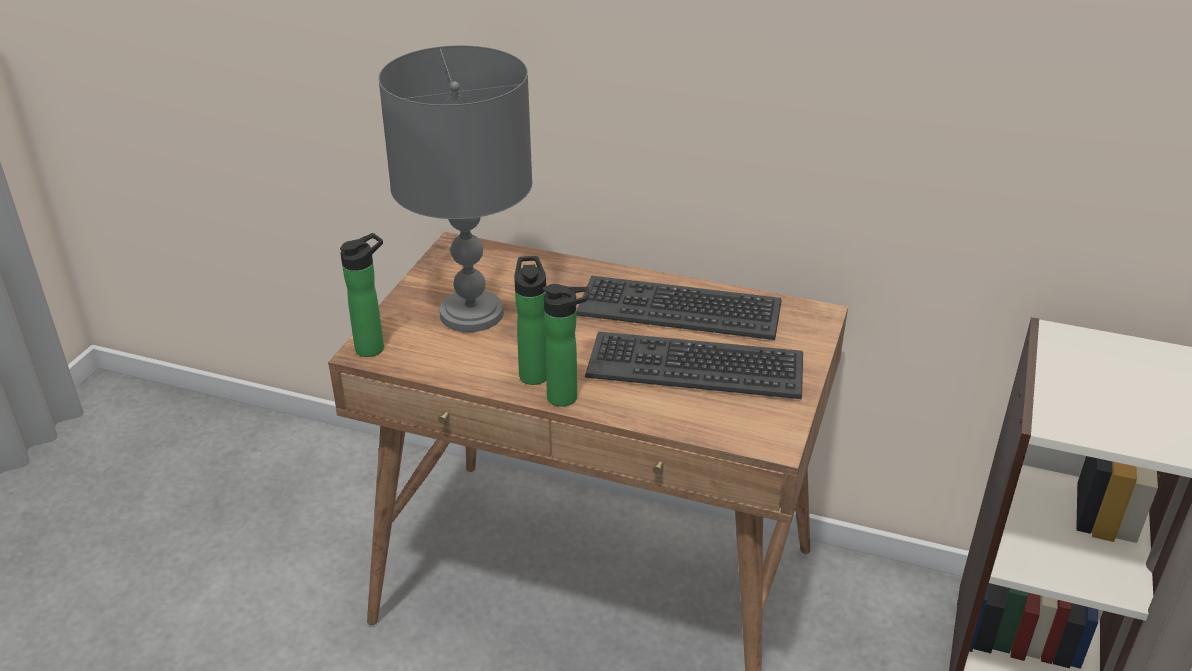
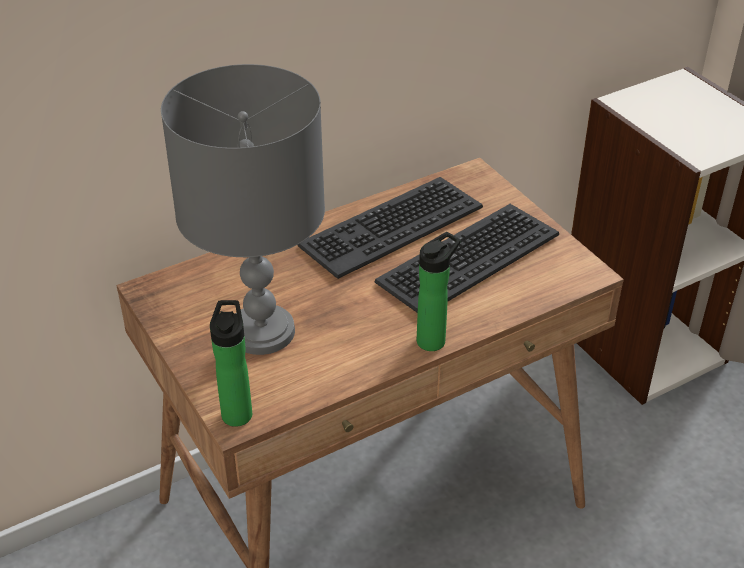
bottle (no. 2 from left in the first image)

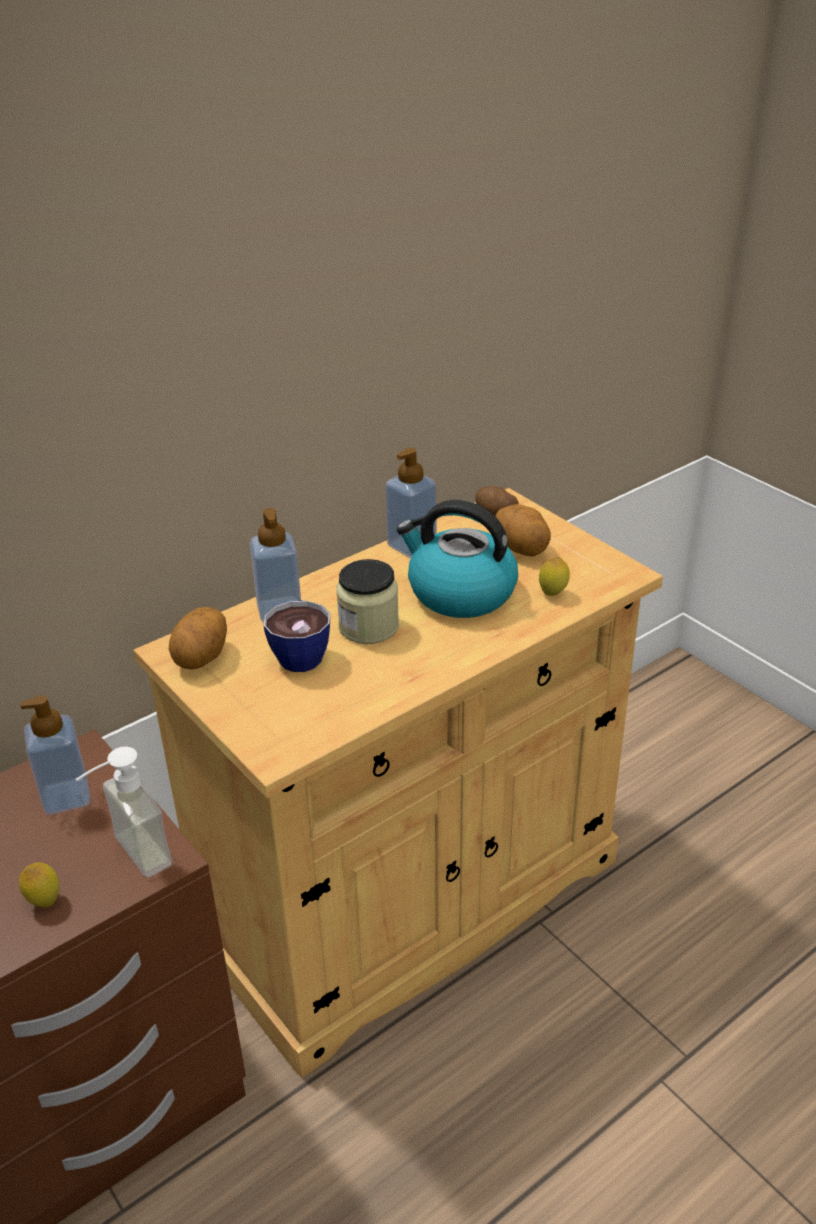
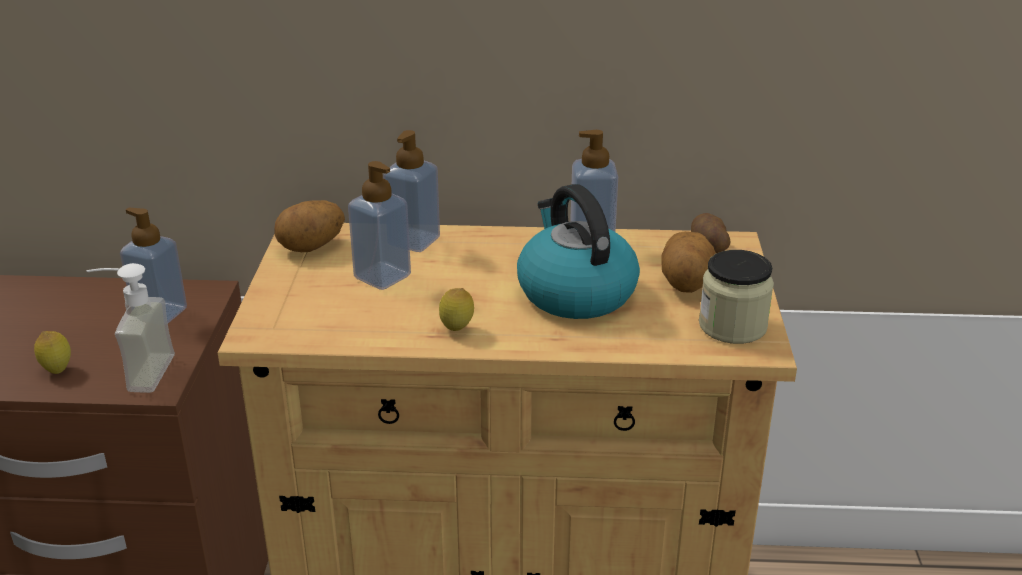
liquid_soap_bottle (no. 3 from left)
jar
whole_lemon (no. 2 from left)

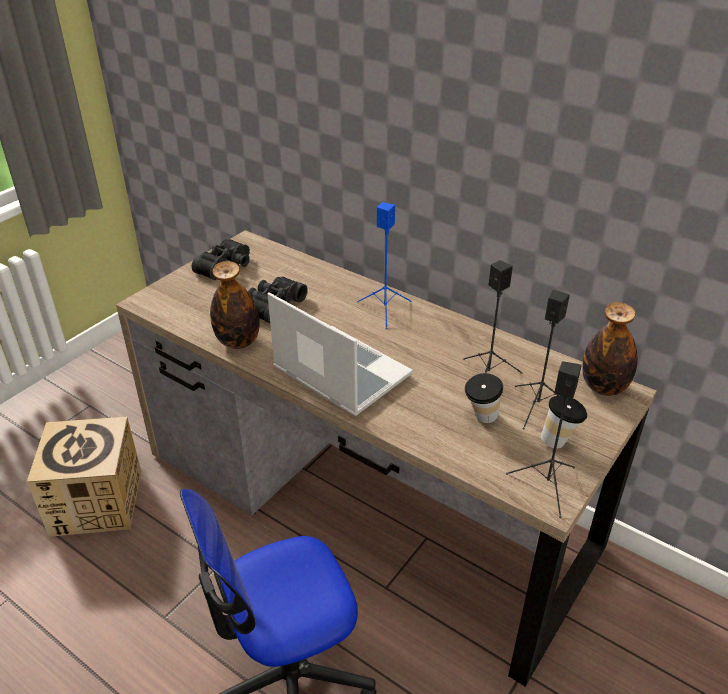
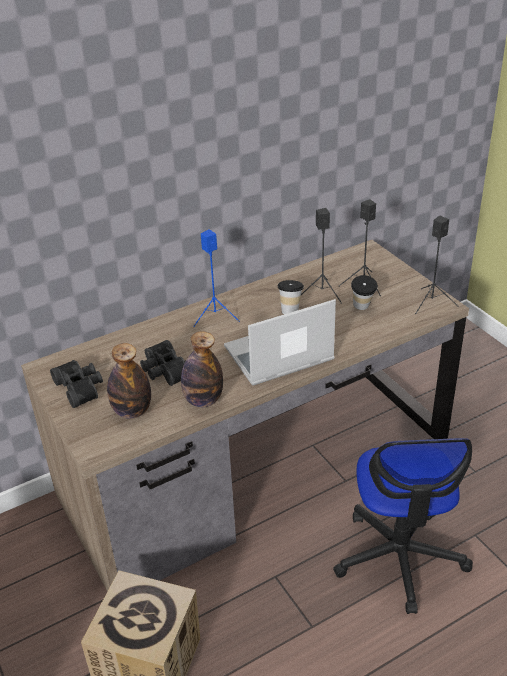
drinking_cup (no. 1 from left)
bottle (no. 1 from left)

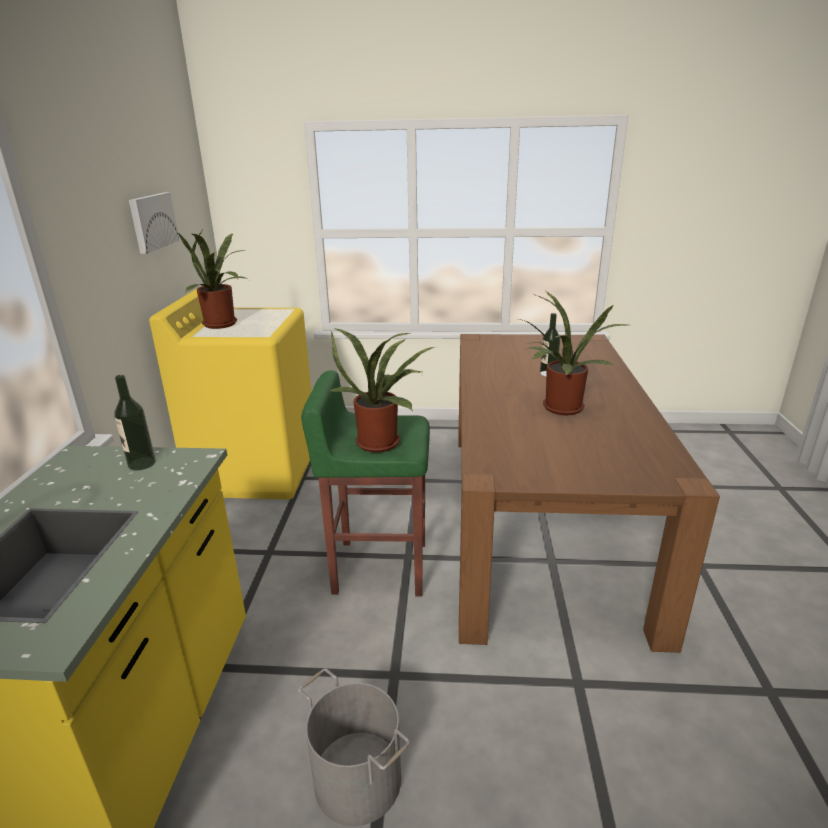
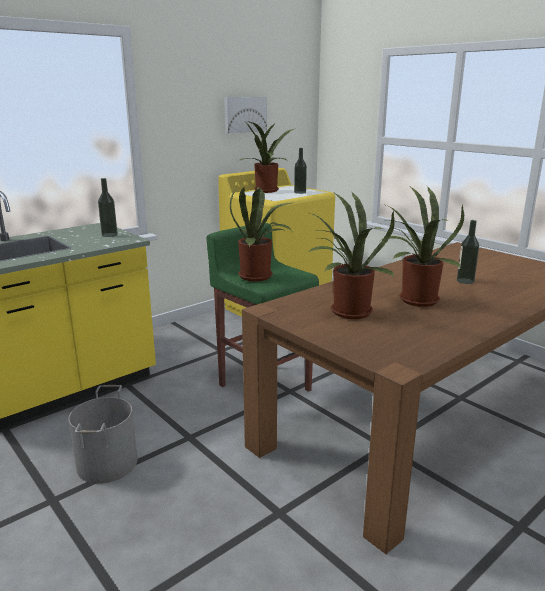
bottle (no. 2 from left)
plant_in_a_pot (no. 3 from left)

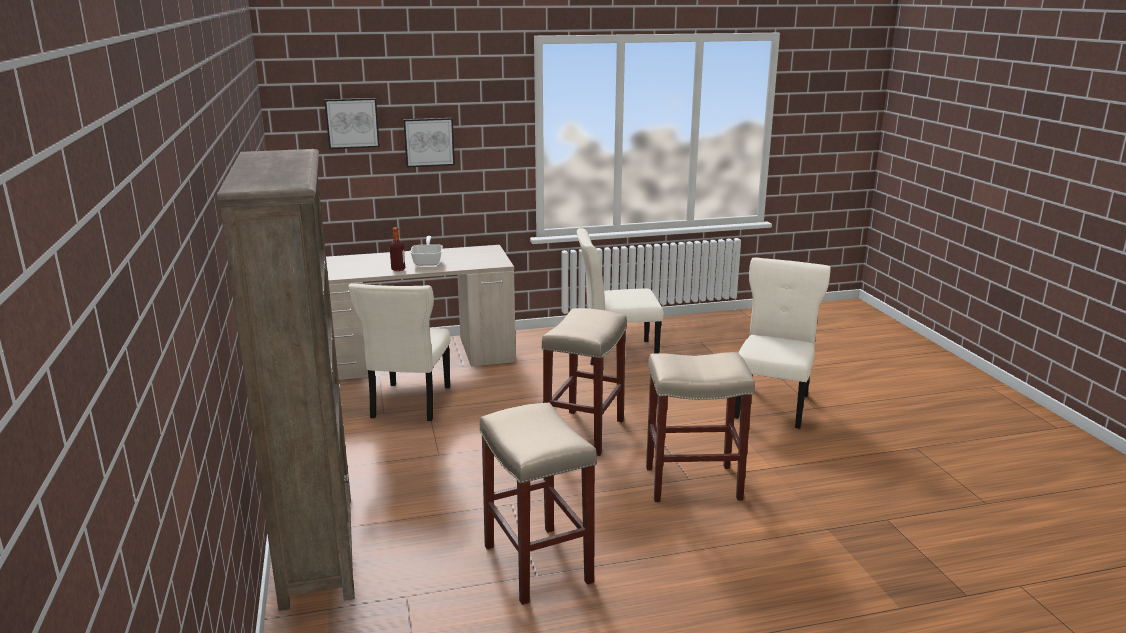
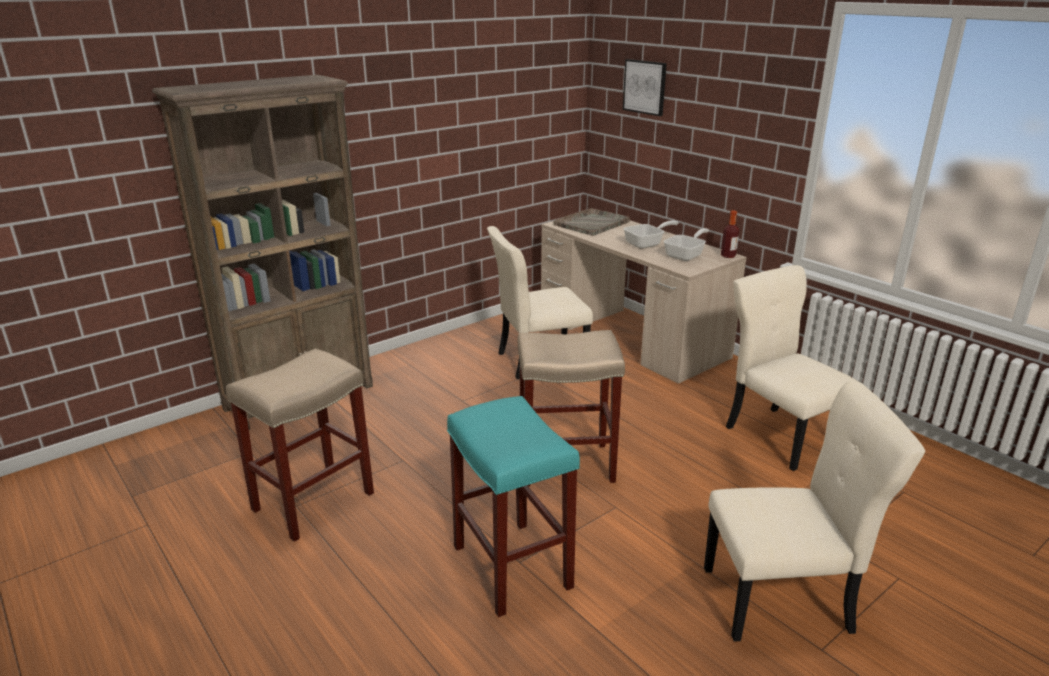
bottle
picture (no. 2 from left in the first image)
blue-green_stool
greyish_serving_tray
frying_pan (no. 2 from left)

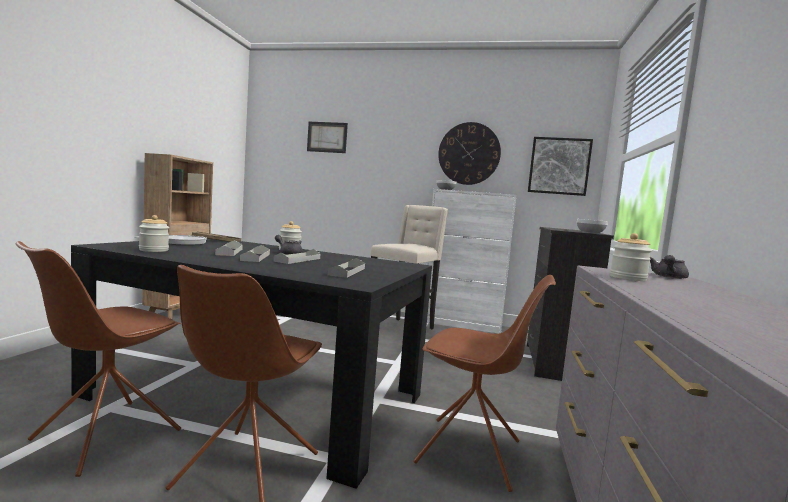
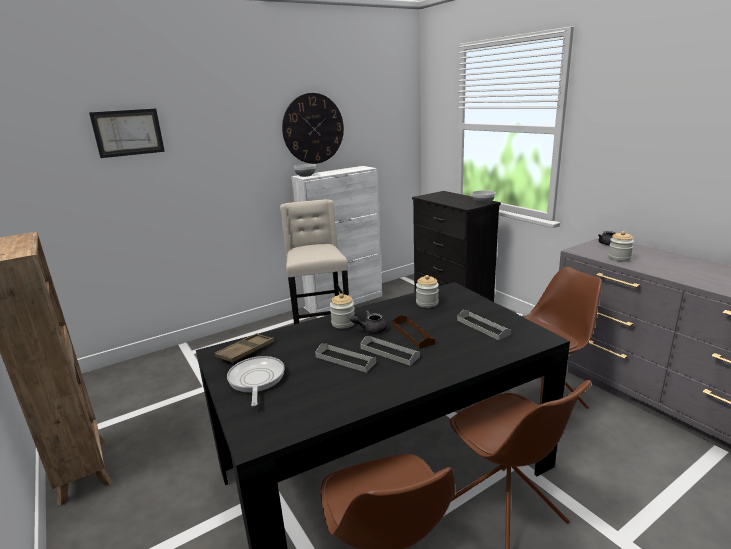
jar (no. 2 from left)
brownish_serving_tray (no. 2 from left)
picture (no. 2 from left in the first image)

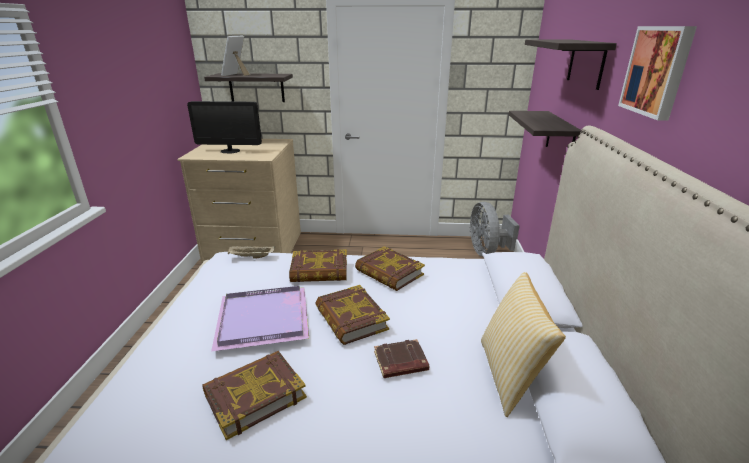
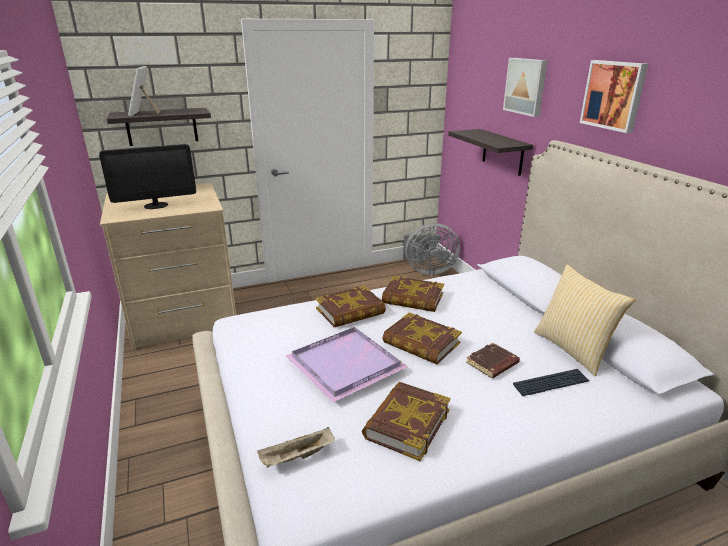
beige_serving_tray
greyish_cooling_fan
picture (no. 1 from left)
keyboard

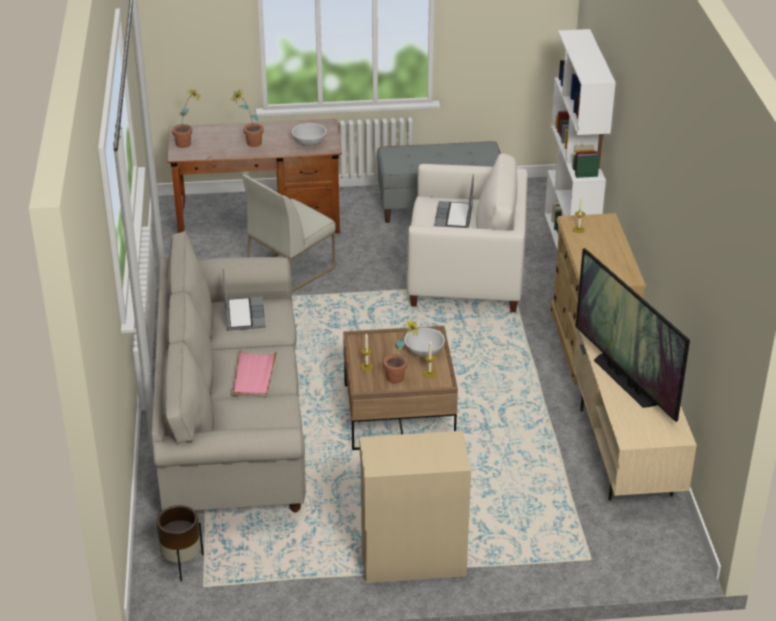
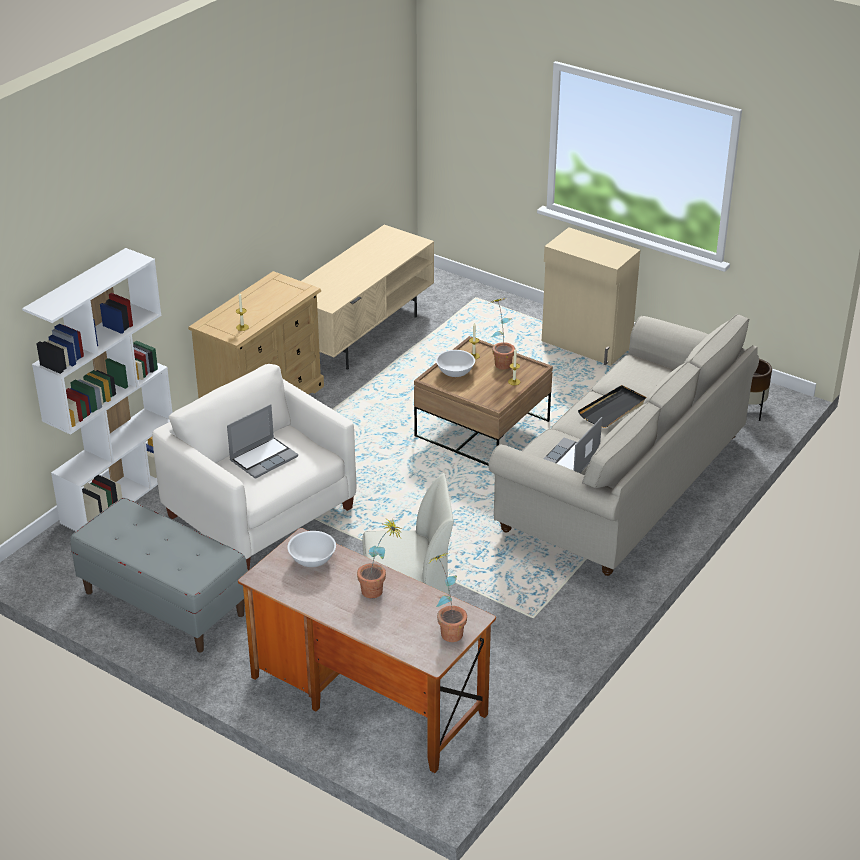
black-coloured_serving_tray
television

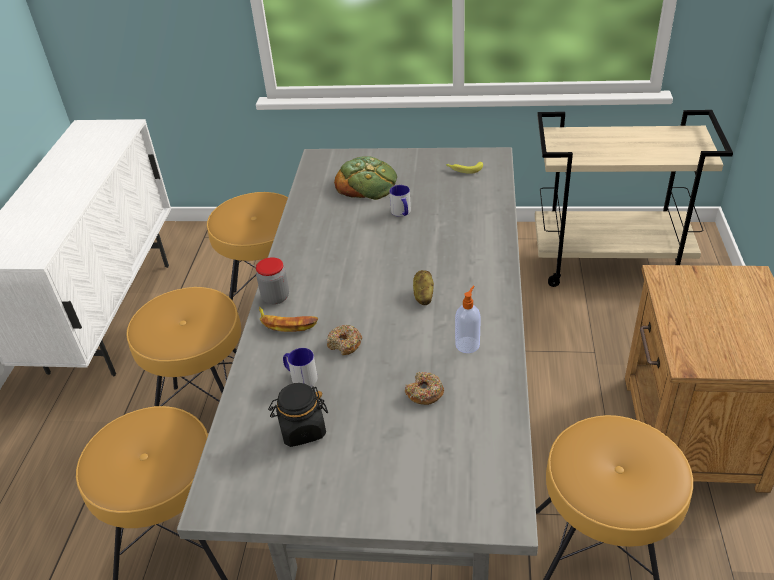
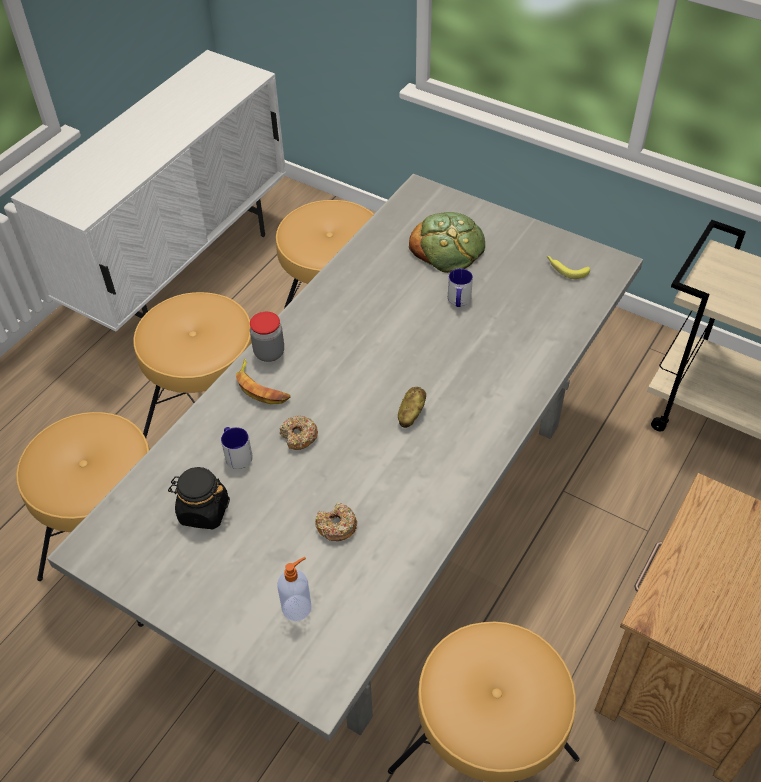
liquid_soap_bottle

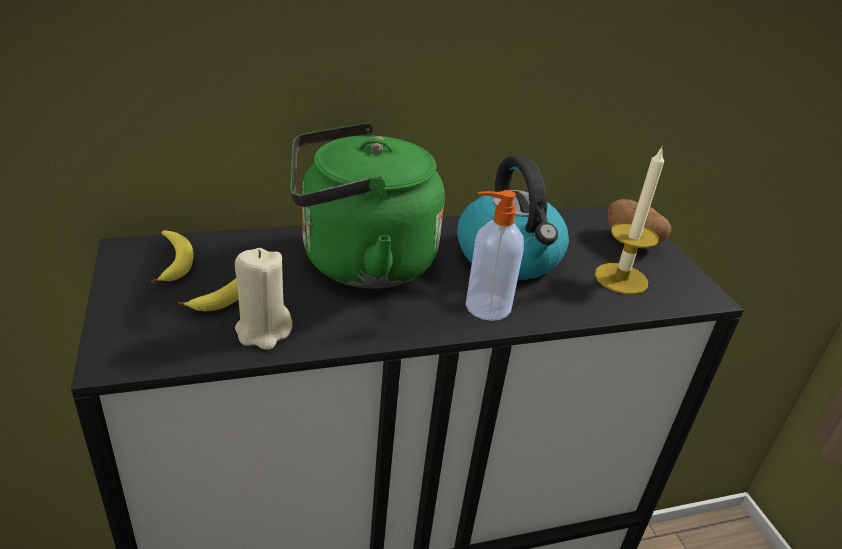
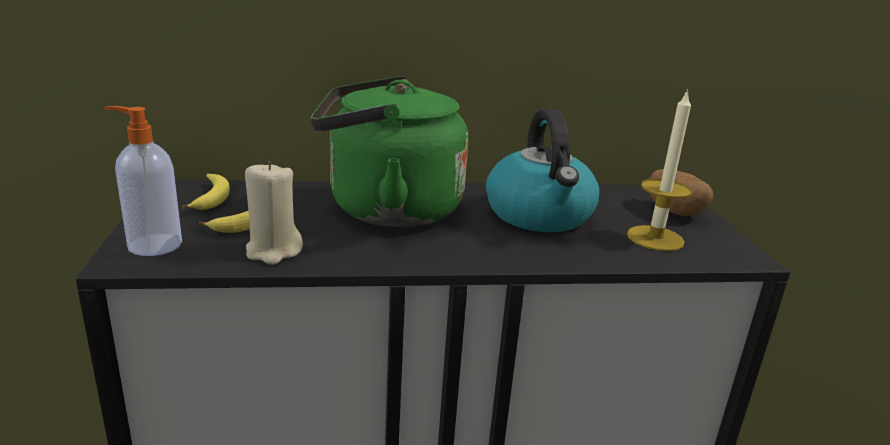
liquid_soap_bottle

